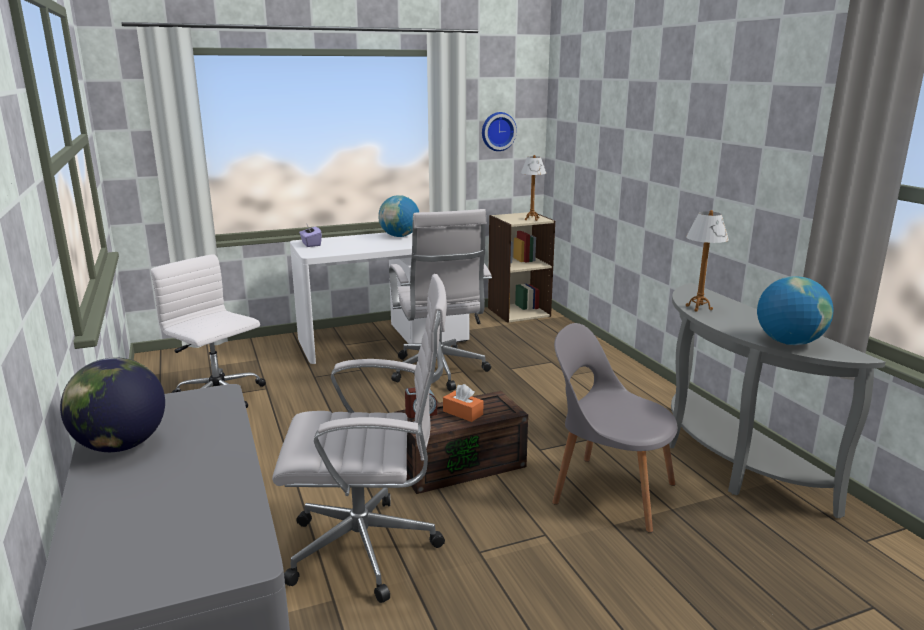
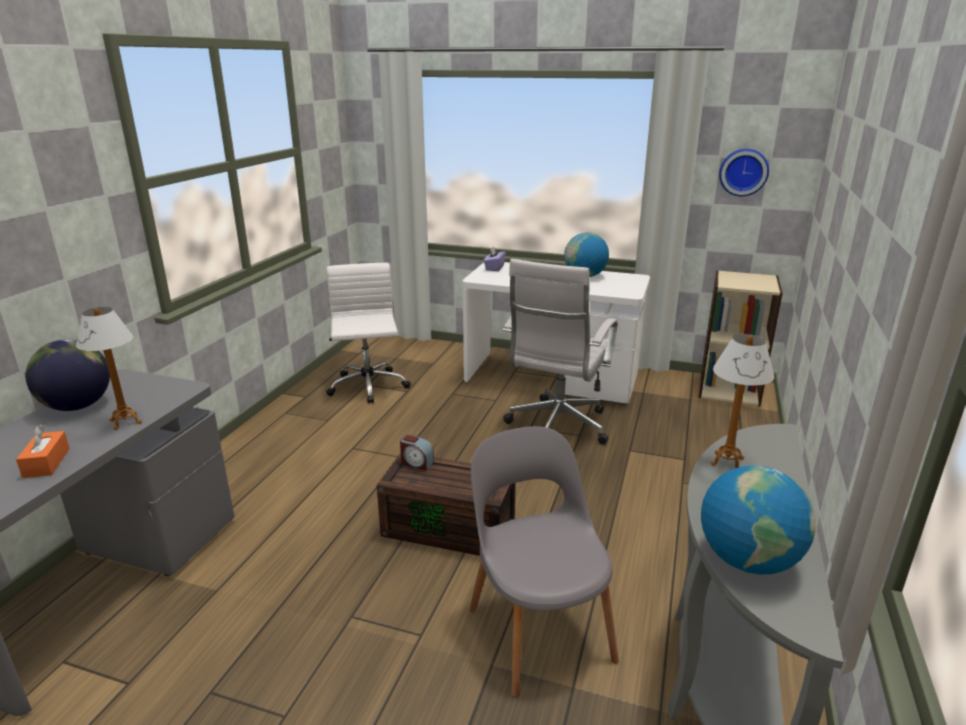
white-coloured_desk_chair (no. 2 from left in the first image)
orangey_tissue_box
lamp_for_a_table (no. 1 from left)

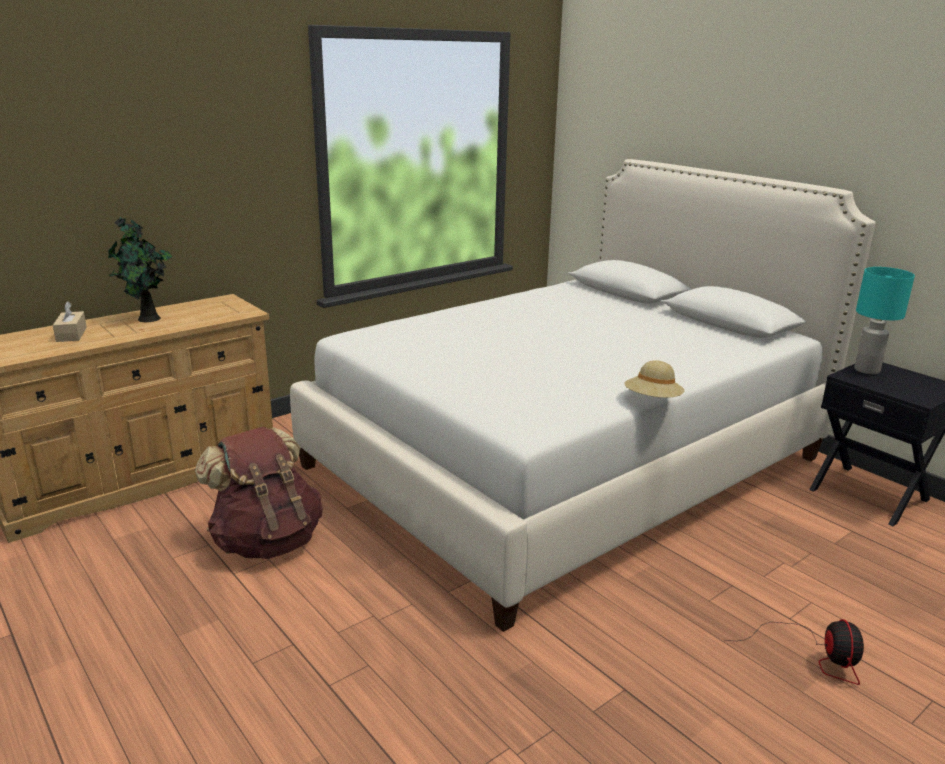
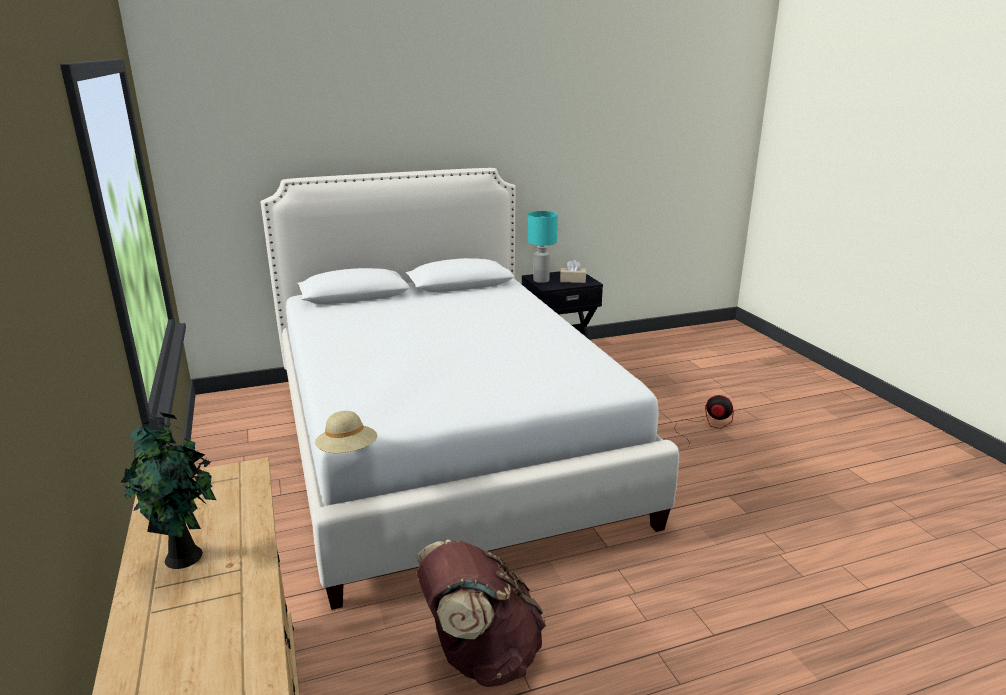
beige_tissue_box
beige_wearable_hat

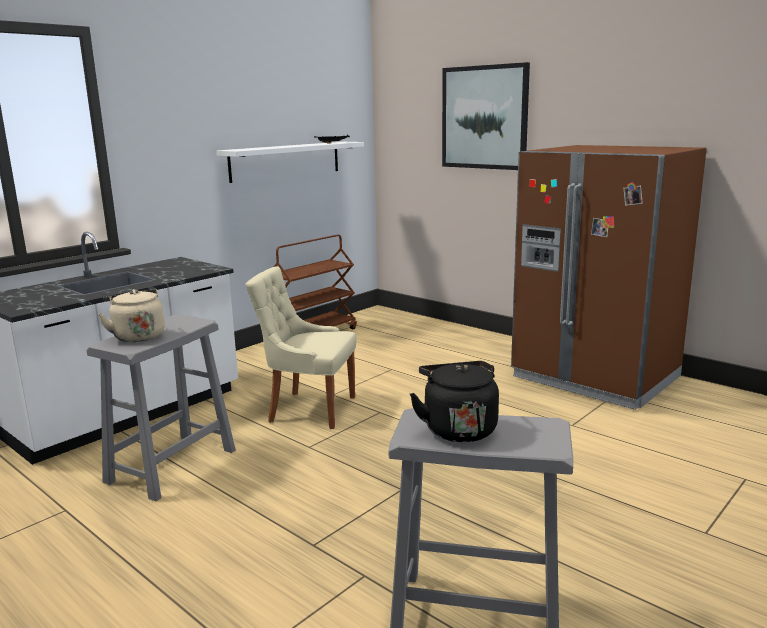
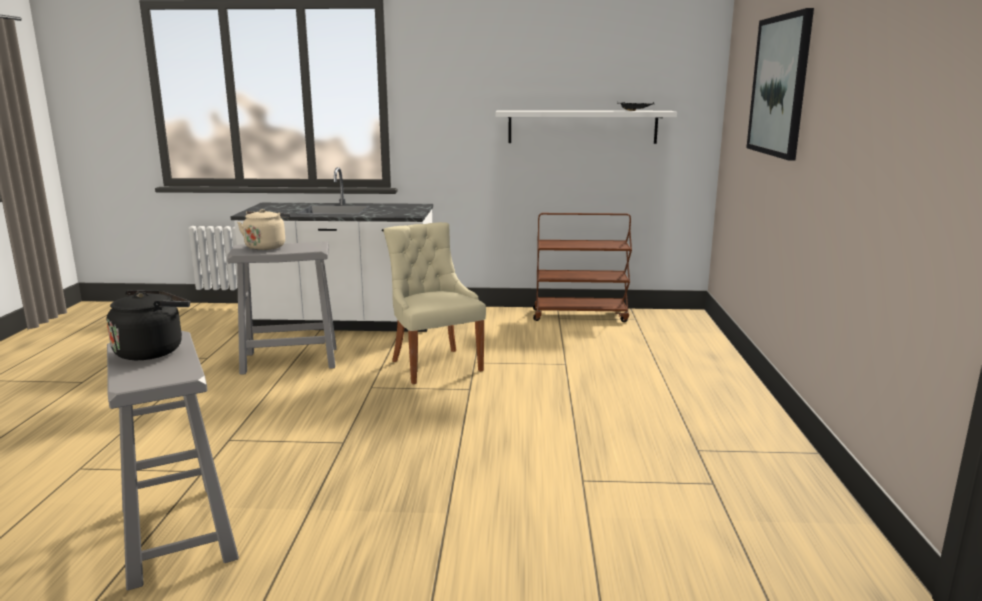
brownish_refrigerator

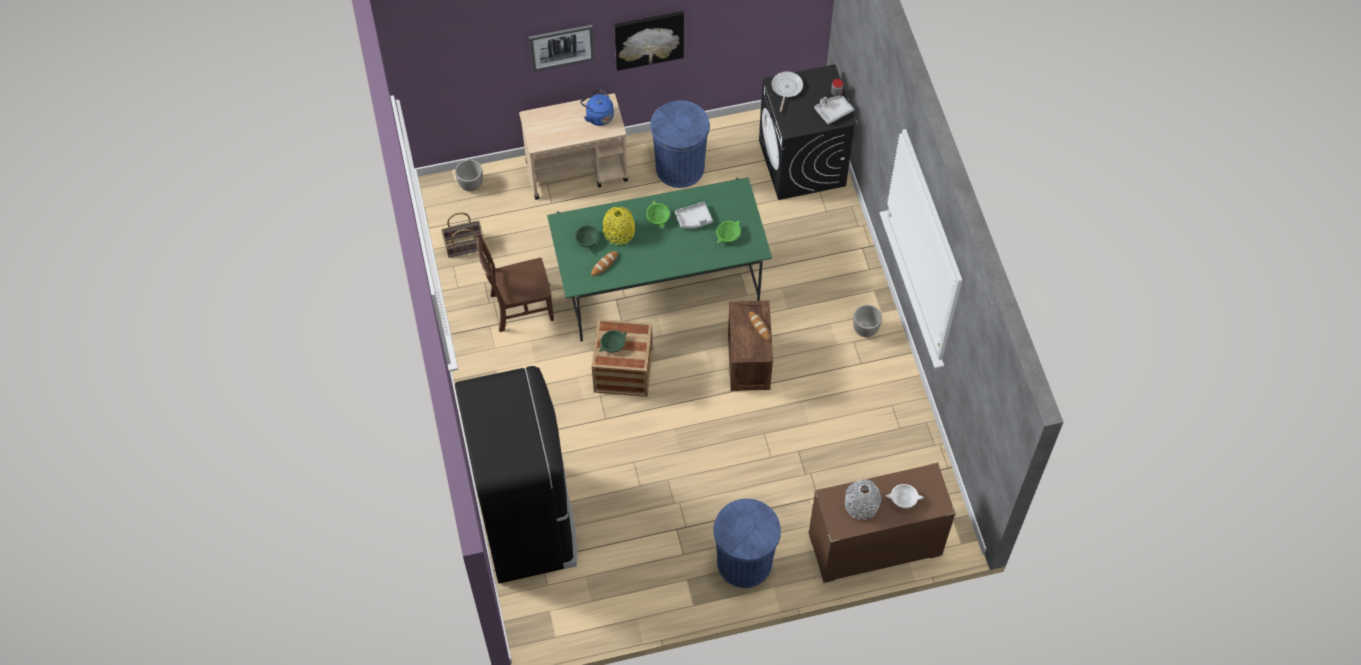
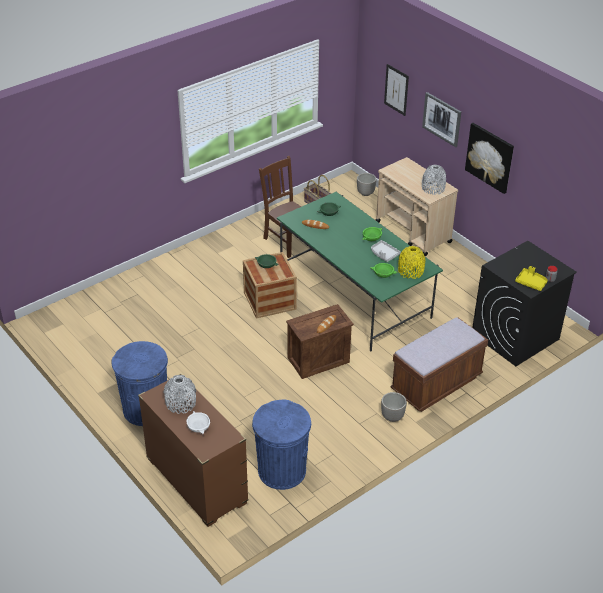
black-coloured_refrigerator
greyish_decorative_vase (no. 2 from left)
yellow_decorative_vase
blue_rubbish_bin (no. 2 from left)
frying_pan
yellow_serving_tray
picture (no. 1 from left)
brownish_long_seat

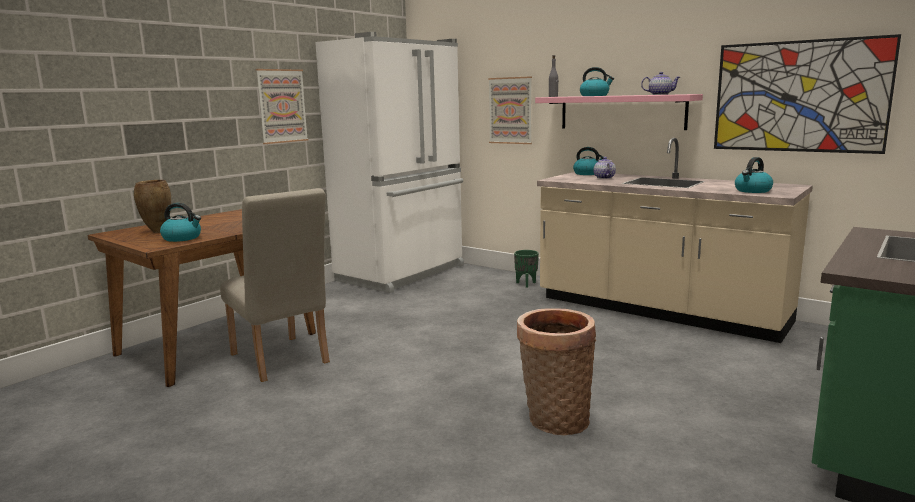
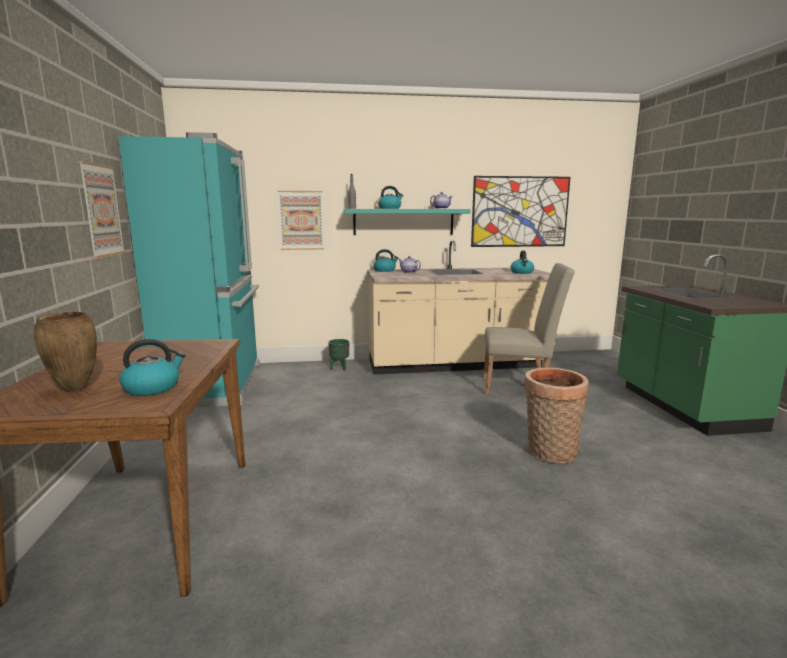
beige_upright_chair
blue-green_refrigerator
blue-green_wall_shelf

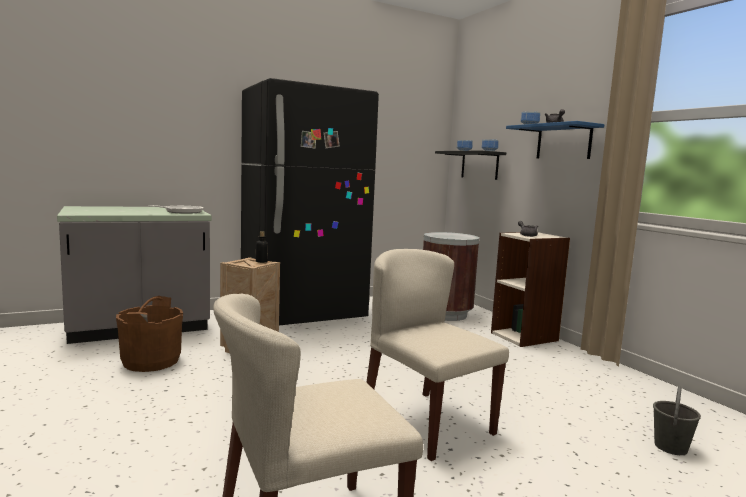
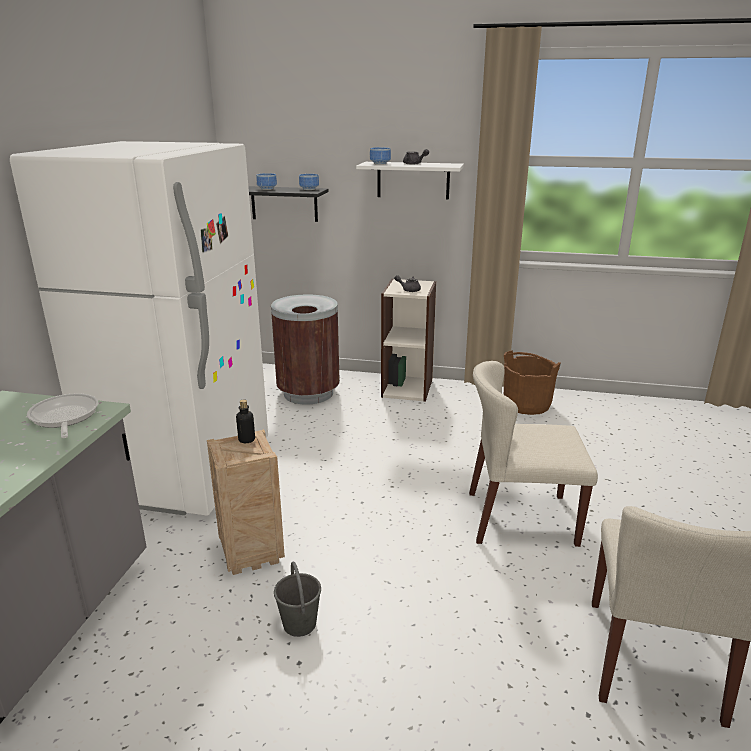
brownish_bucket
white-coloured_refrigerator
white-coloured_wall_shelf
greyish_bucket

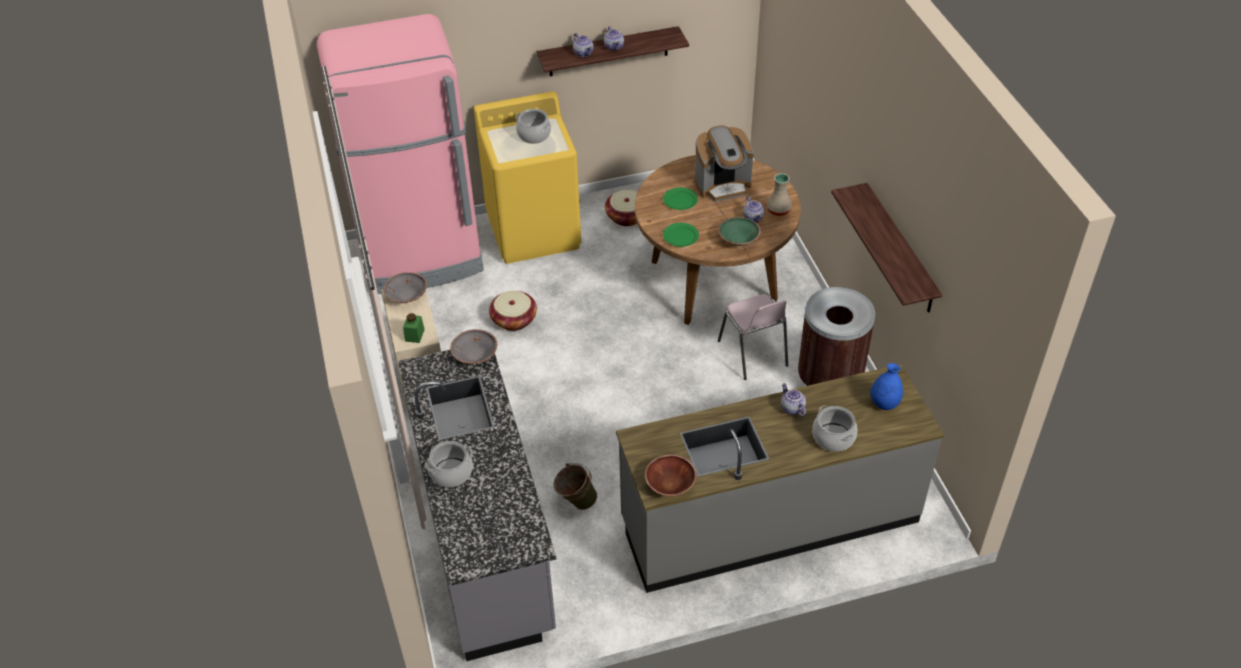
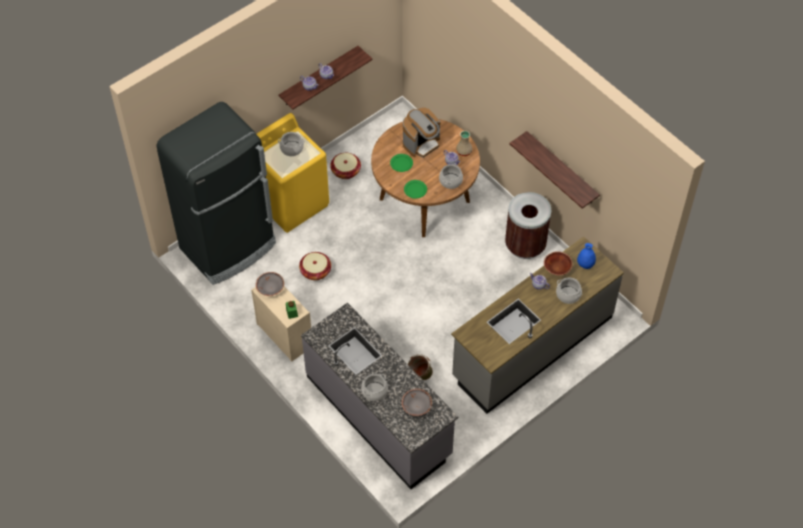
black-coloured_refrigerator
greyish_serving_bowl (no. 2 from left)
brownish_serving_bowl
stockpot (no. 3 from left)
pink-coloured_upright_chair

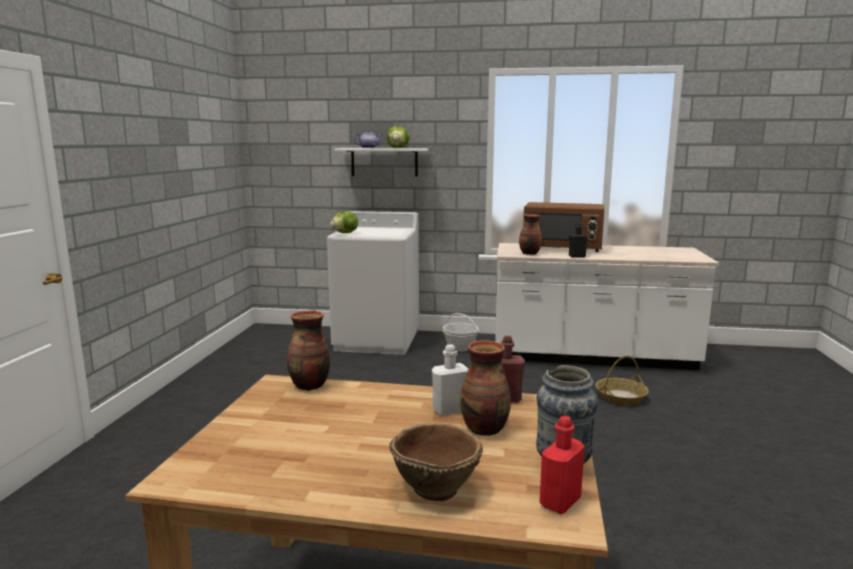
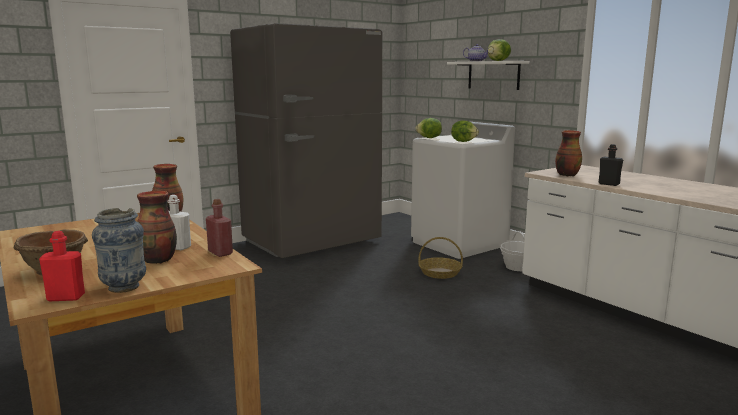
brownish_microwave
storage_basket (no. 1 from left)
greyish_refrigerator
lettuce_head (no. 2 from left)

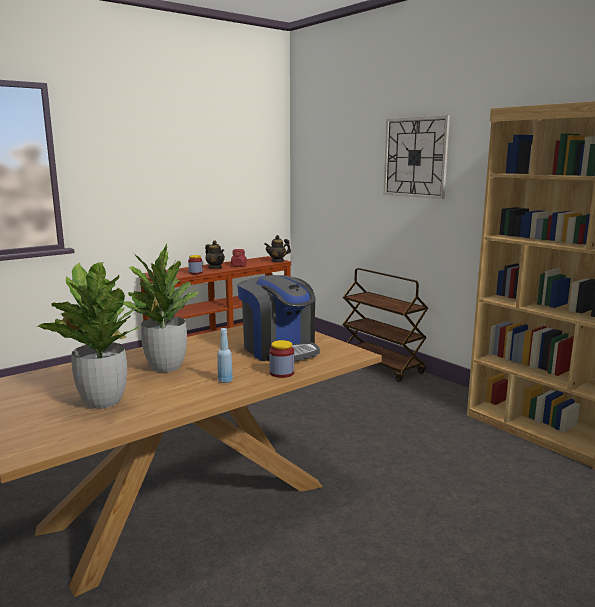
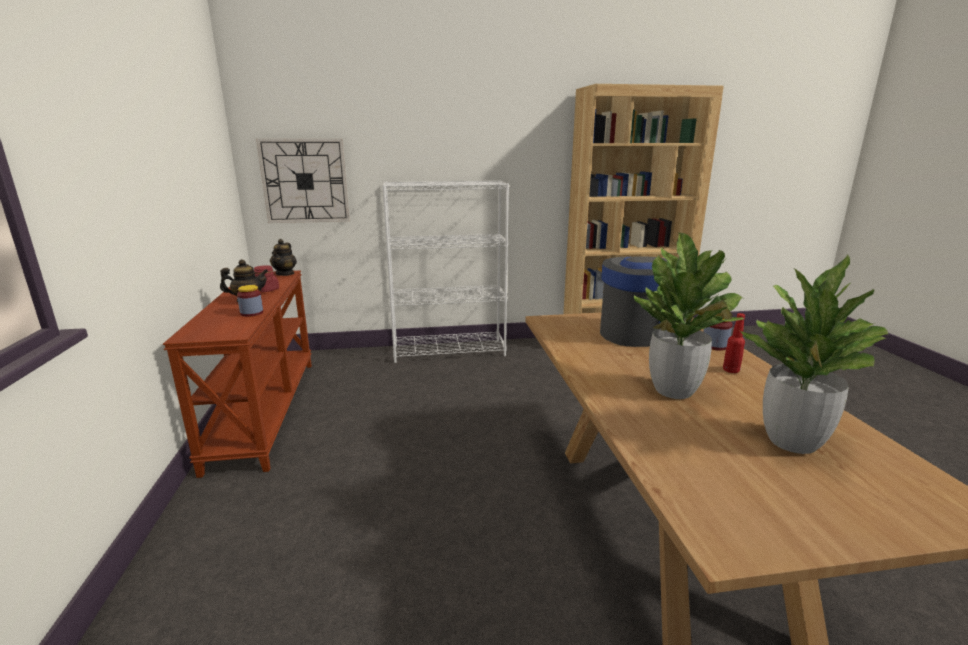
red-coloured_bottle
white-coloured_bookcase
hanging_clock

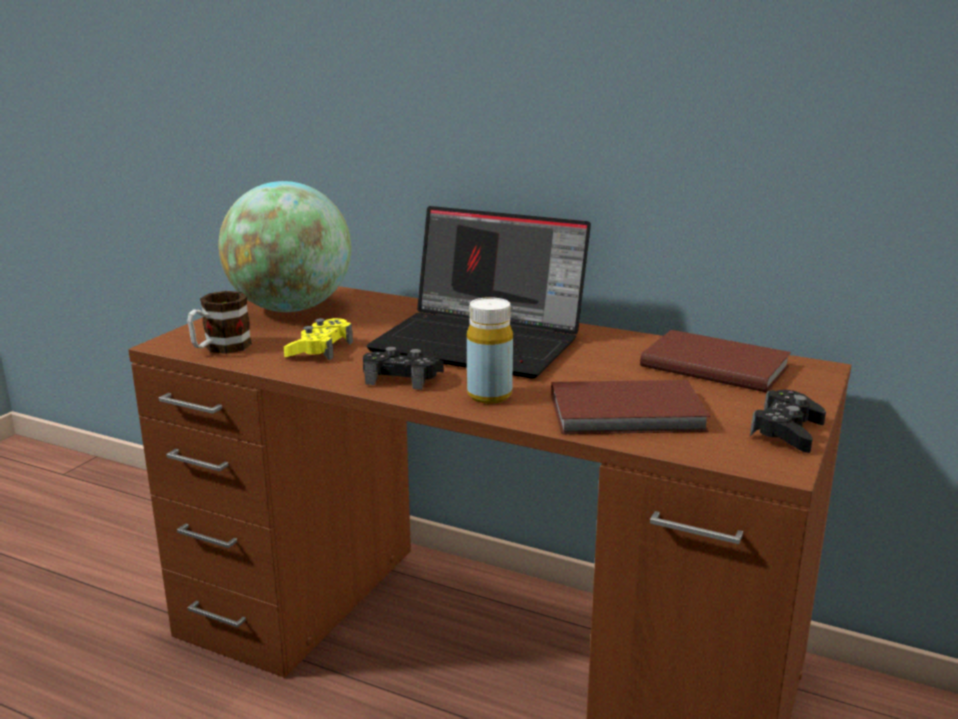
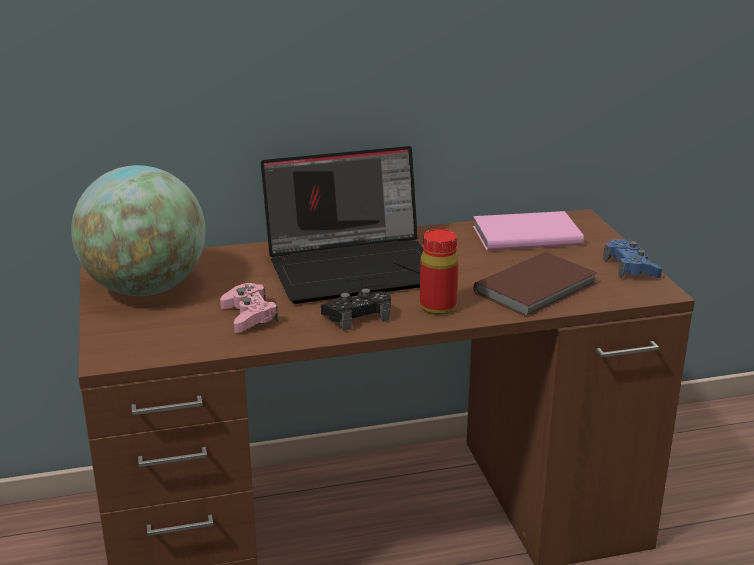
coffee_mug
pink-coloured_game_controller
red-coloured_bottle
pink-coloured_book
blue_game_controller

